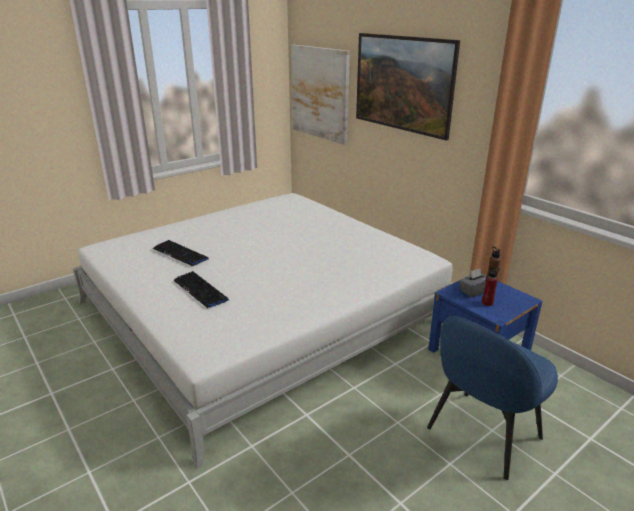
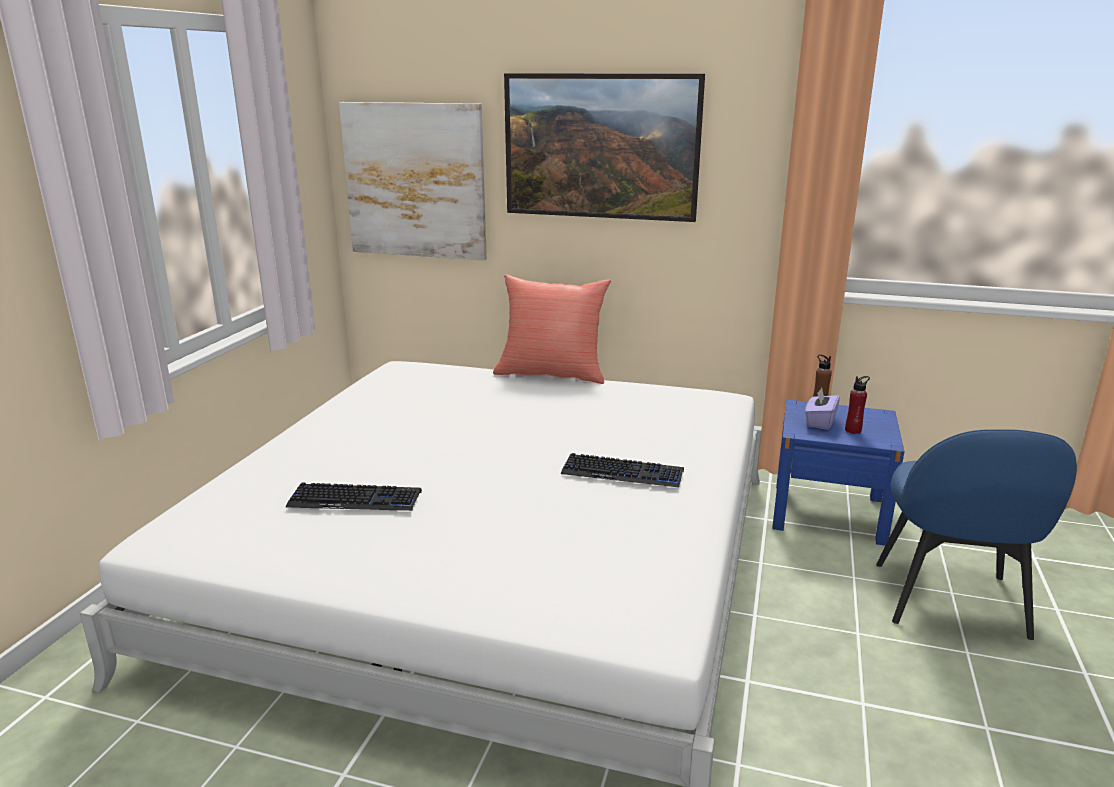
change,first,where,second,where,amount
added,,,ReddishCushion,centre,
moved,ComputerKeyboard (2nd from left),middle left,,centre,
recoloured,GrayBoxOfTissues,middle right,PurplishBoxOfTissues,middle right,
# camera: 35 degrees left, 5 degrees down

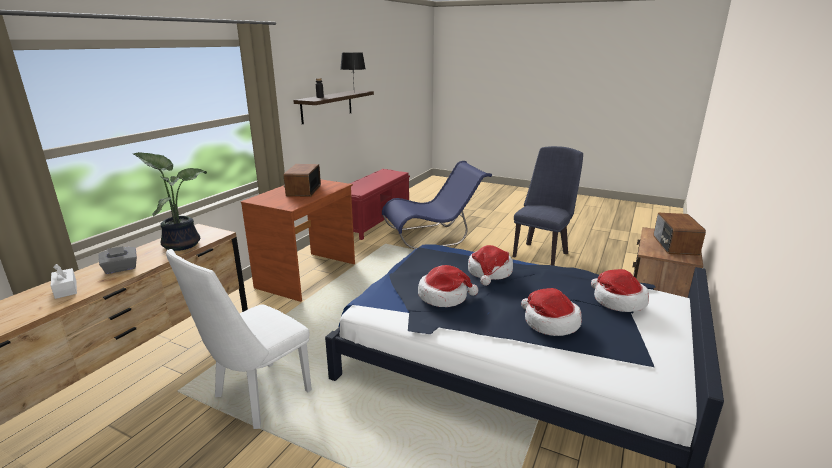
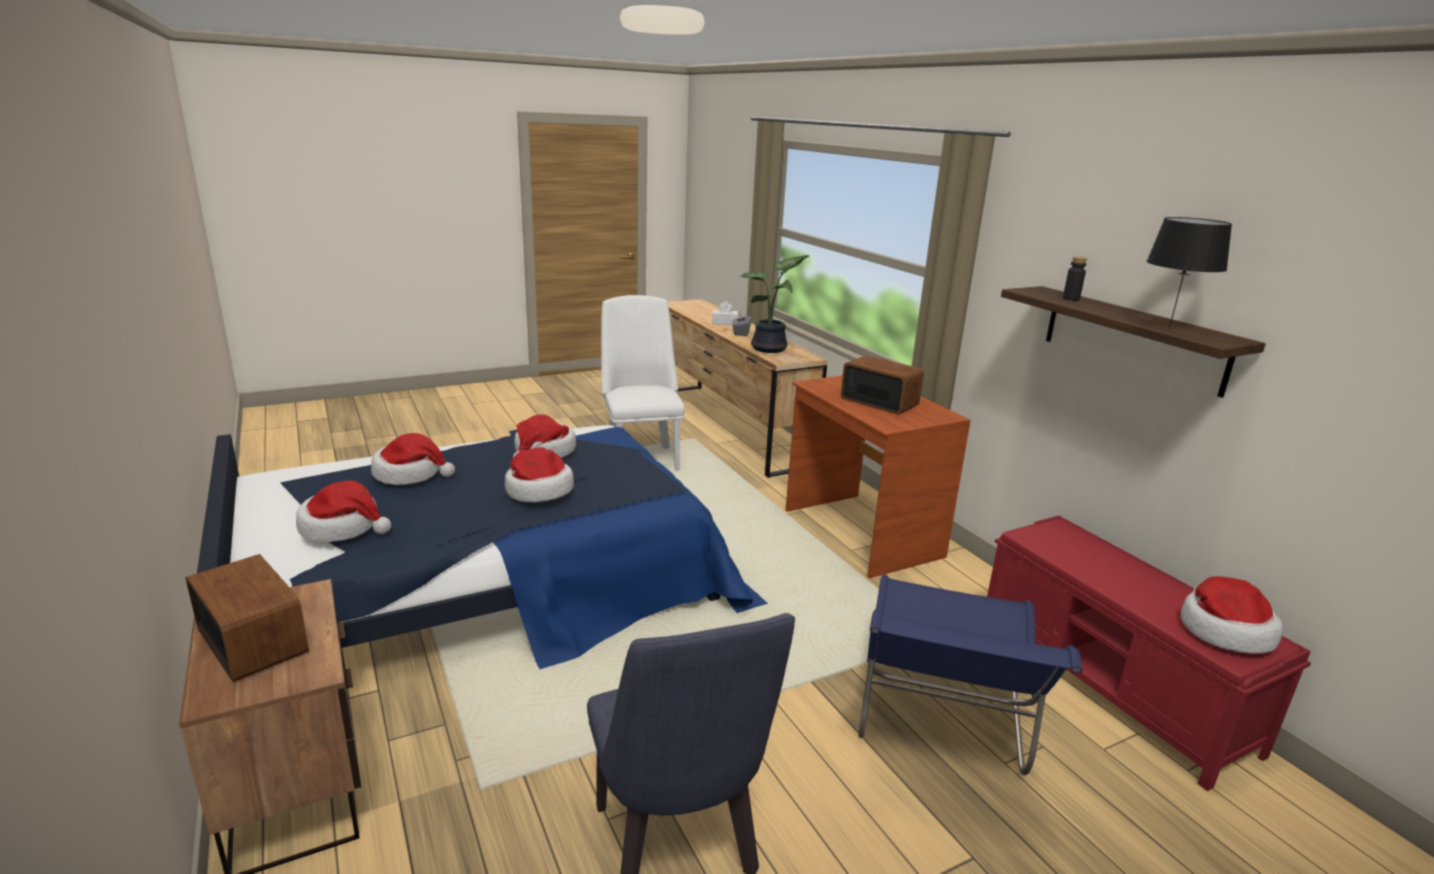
change,first,where,second,where,amount
added,,,WearableHat (5th from left),bottom right,
# camera: 125 degrees right, 0 degrees up

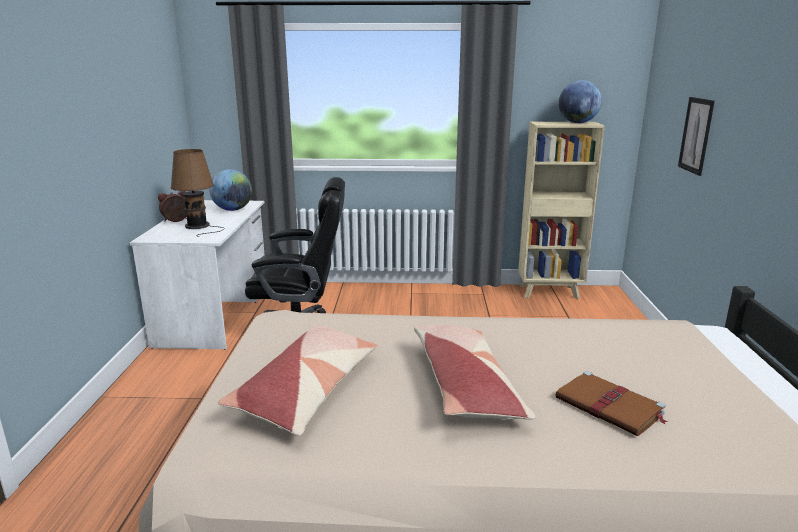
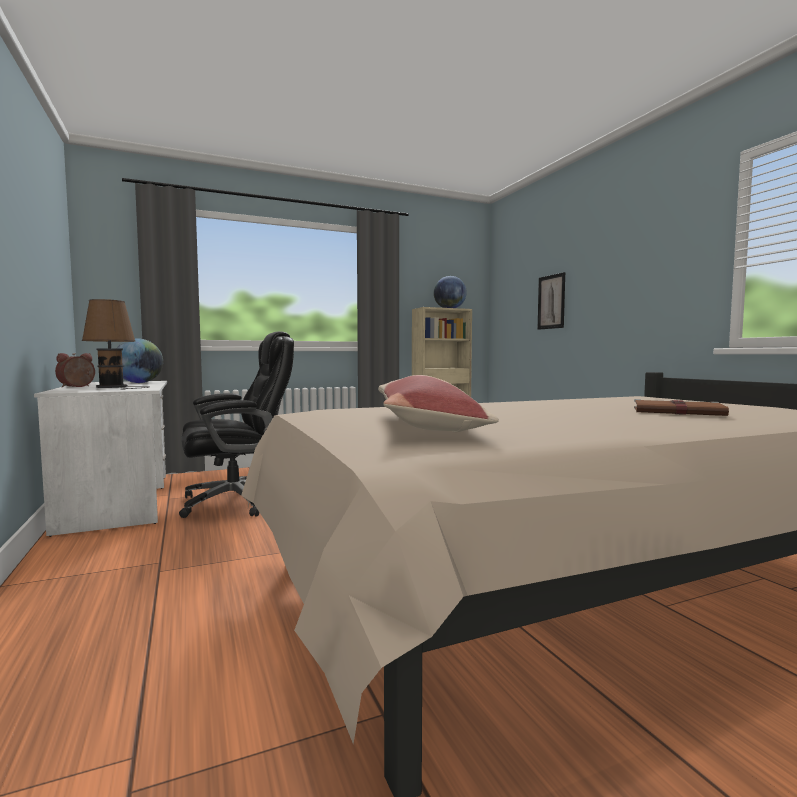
change,first,where,second,where,amount
removed,Cushion (2nd from left),bottom centre,,,
# camera: 25 degrees left, 15 degrees down

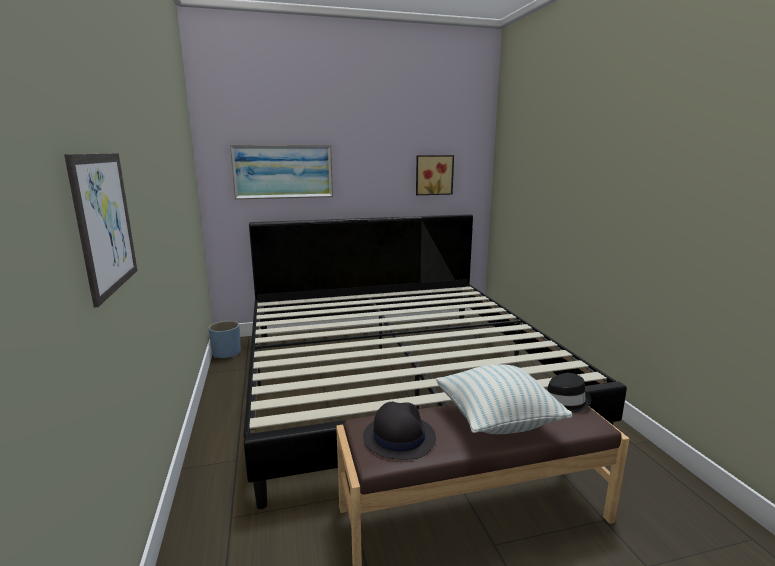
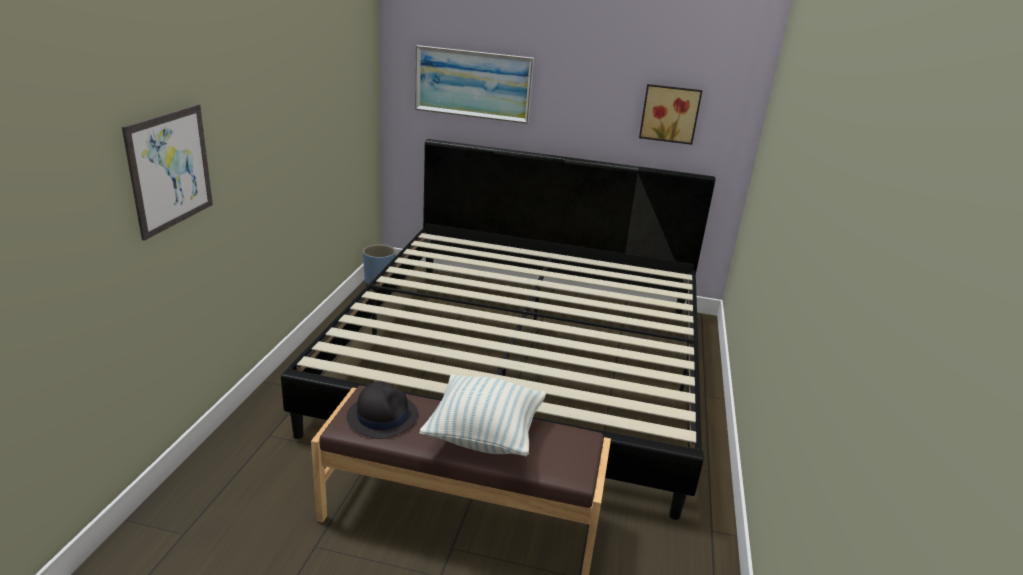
change,first,where,second,where,amount
removed,BlackColouredWearableHat (2nd from left),bottom right,,,
# camera: 25 degrees right, 10 degrees up

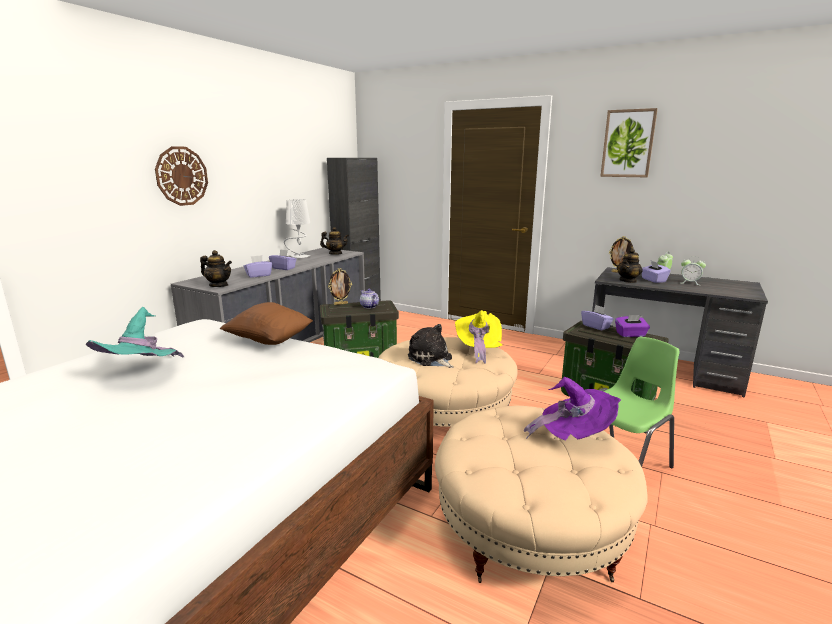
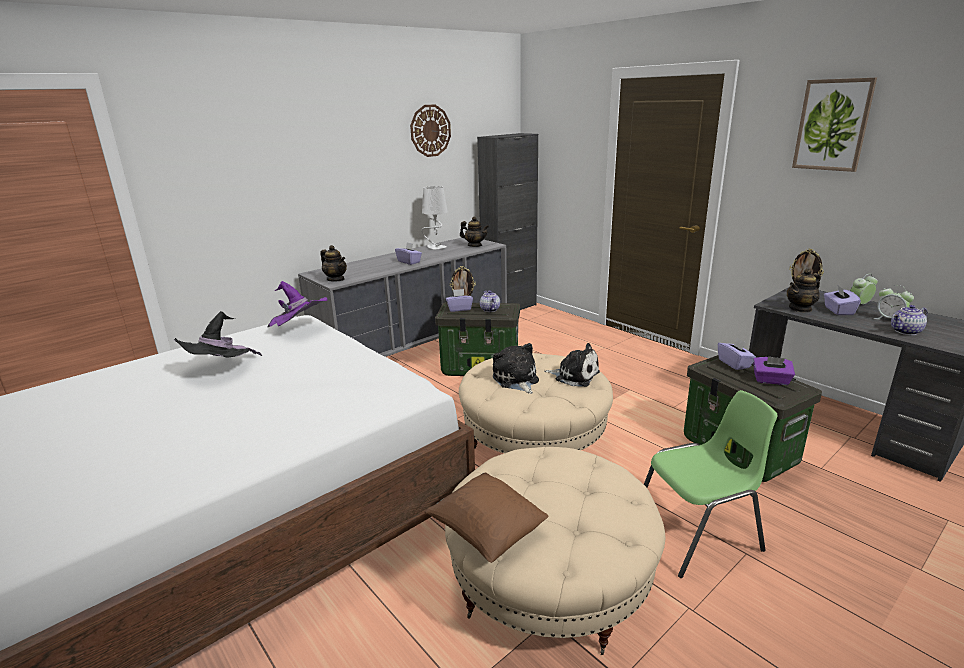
change,first,where,second,where,amount
added,,,Teapot (5th from left),middle right,
moved,WallClock,top left,,top centre,
moved,BrownColouredCushion,middle left,,bottom centre,
moved,PurplishBoxOfTissues (1st from left in the first image),middle left,PurplishBoxOfTissues (2nd from left),centre,
moved,PurplishWearableHat,middle right,,middle left,
replaced,YellowWearableHat,centre,PlushToy (2nd from left),centre,
recoloured,TurquoiseWearableHat,middle left,BlackColouredWearableHat,middle left,
# camera: 20 degrees right, 5 degrees up

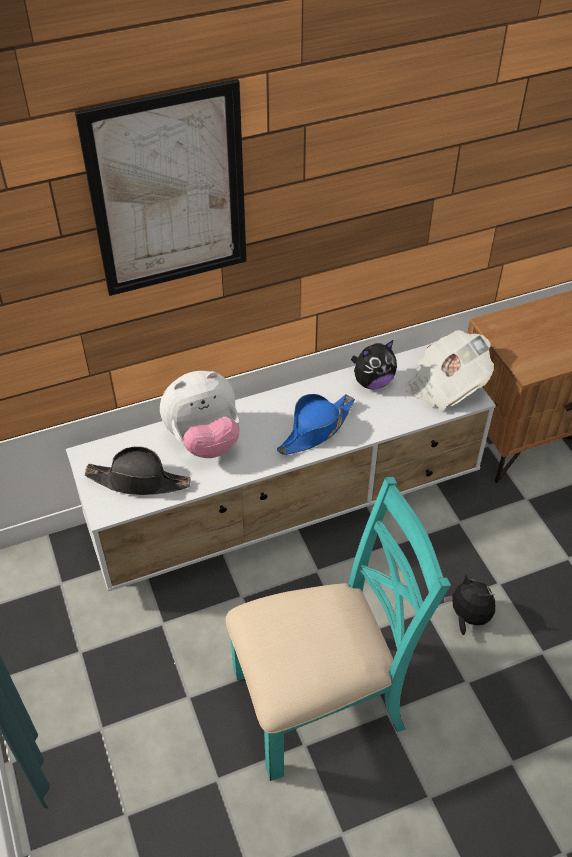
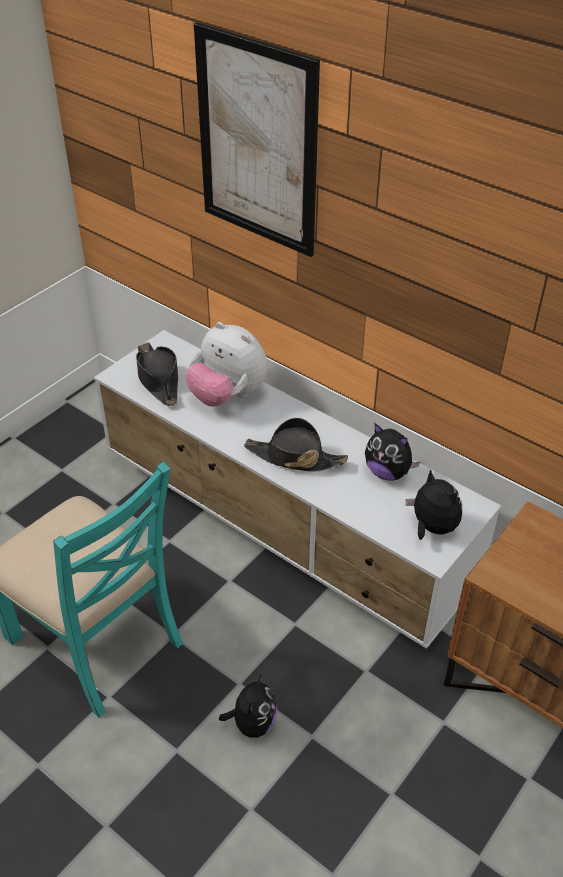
change,first,where,second,where,amount
replaced,Newspaper,middle right,PlushToy (4th from left),middle right,
recoloured,BlueColouredWearableHat,centre,BlackColouredWearableHat (2nd from left),centre,
# camera: 60 degrees right, 5 degrees down

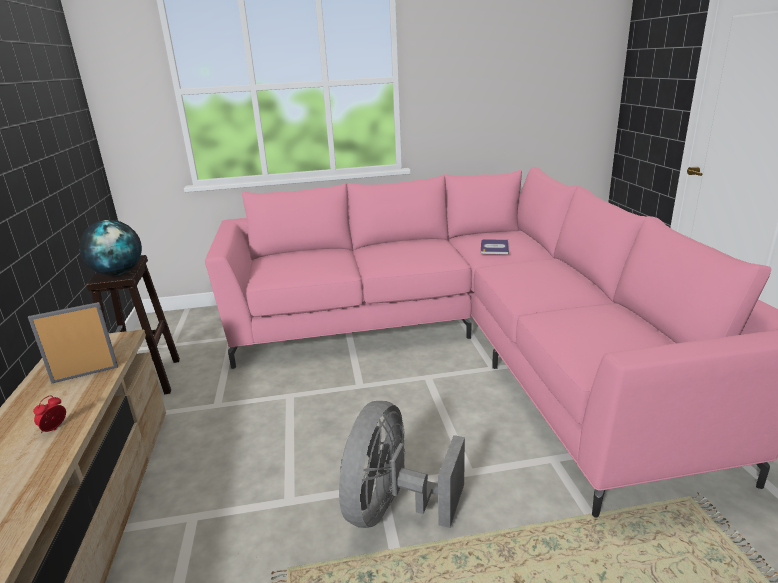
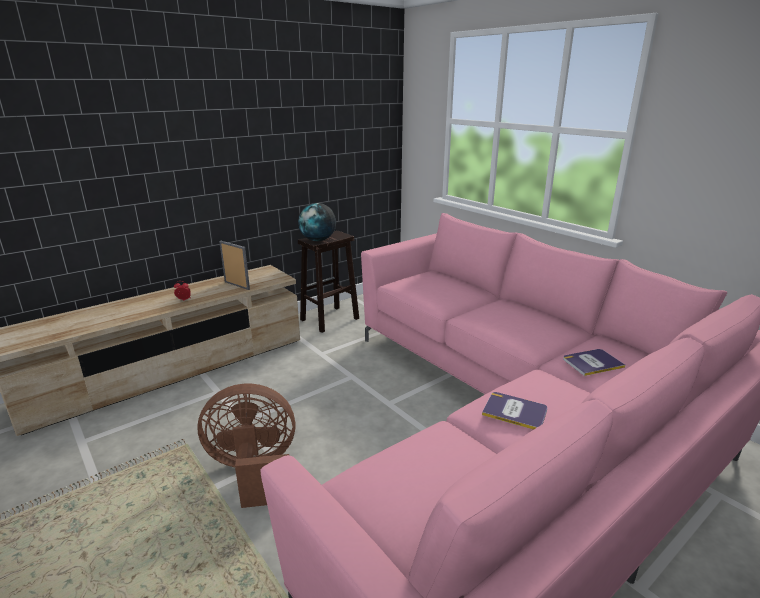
change,first,where,second,where,amount
added,,,Book (1st from left),bottom right,
recoloured,GrayCoolingFan,bottom centre,BrownColouredCoolingFan,bottom left,
# camera: 60 degrees right, 0 degrees up

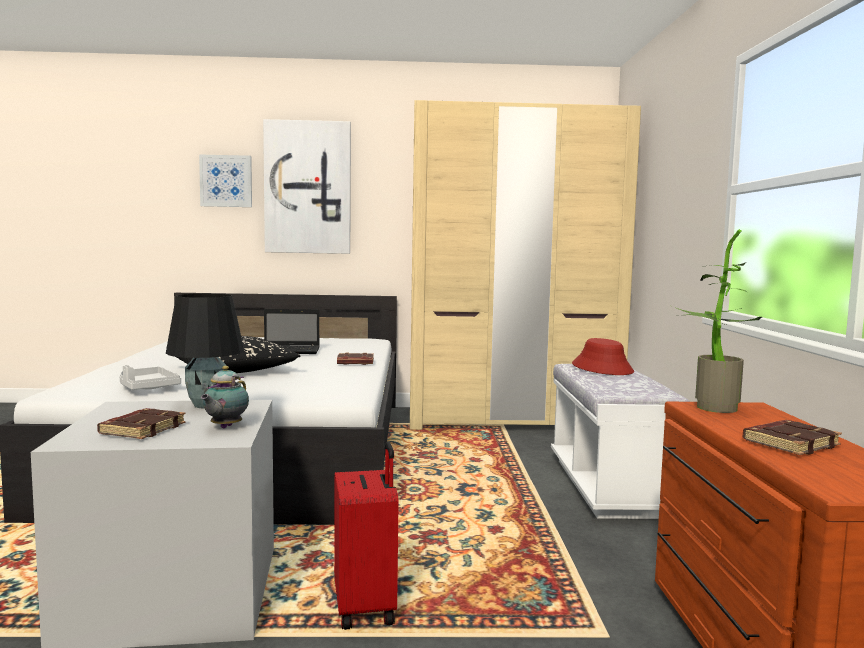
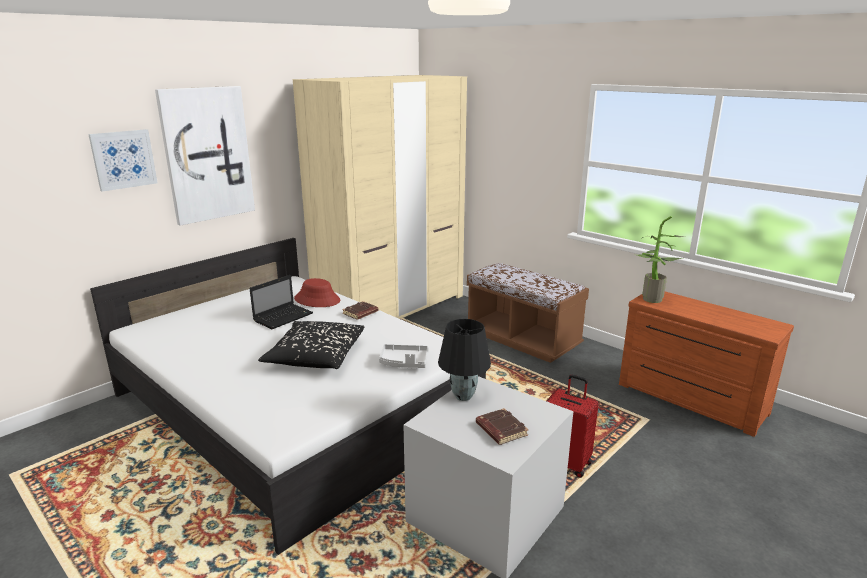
change,first,where,second,where,amount
removed,Teapot,middle left,,,
removed,BrownColouredBook (3rd from left),bottom right,,,
moved,GrayCarryingTray,middle left,,centre,
moved,ReddishWearableHat,middle right,,centre,
recoloured,WhiteColouredBench,bottom right,BrownColouredBench,centre,
# camera: 45 degrees left, 15 degrees up

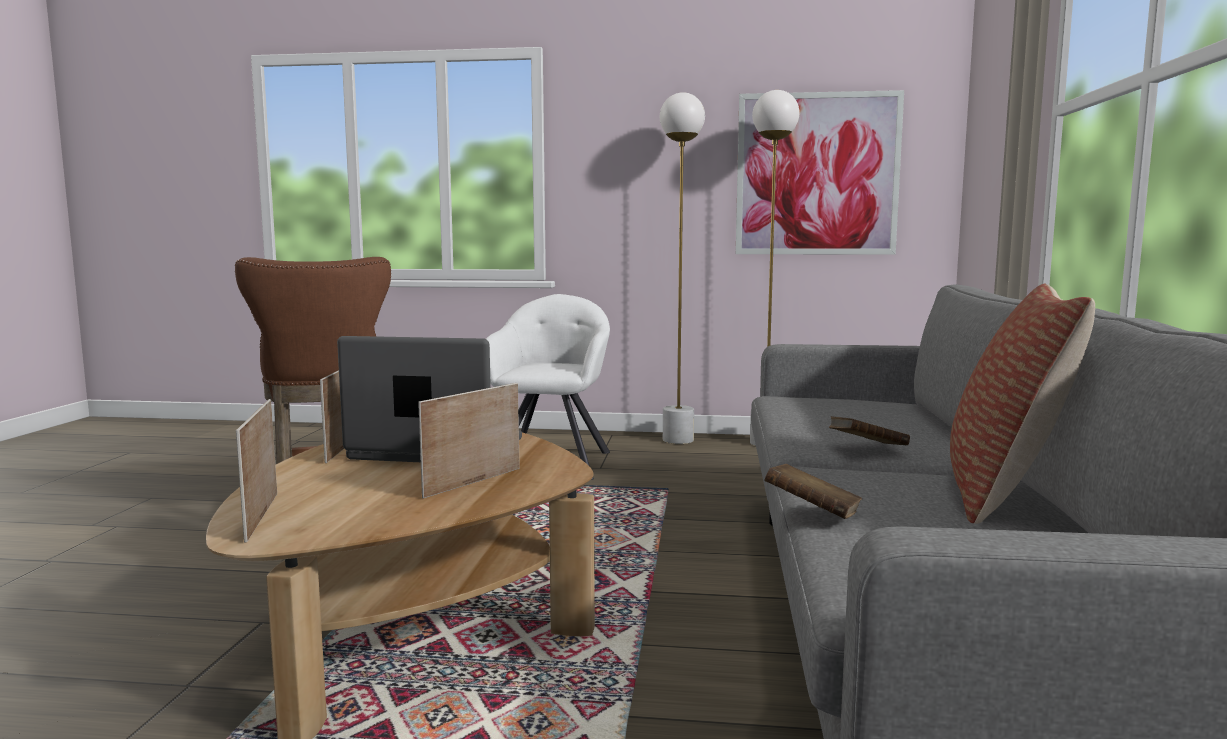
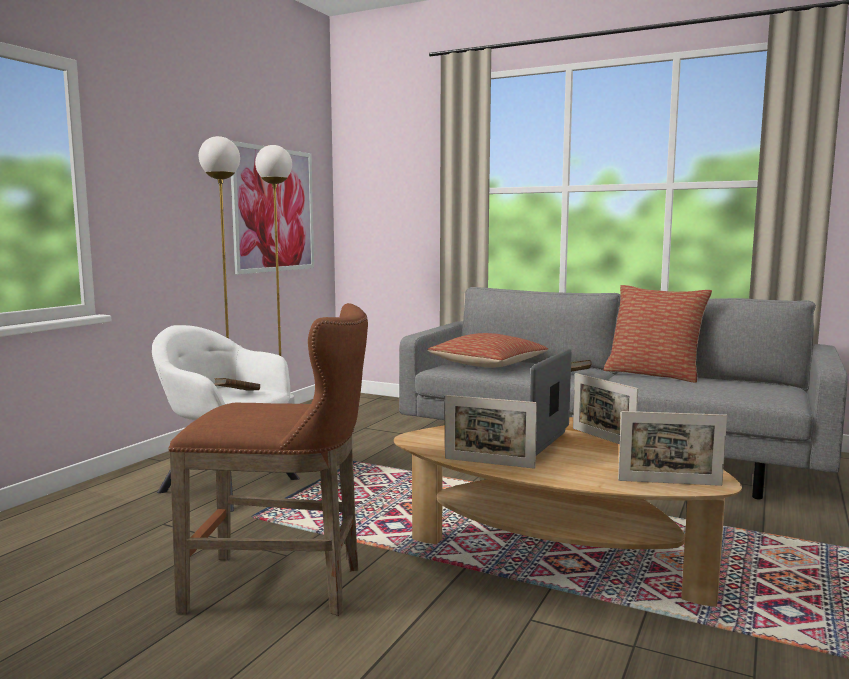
change,first,where,second,where,amount
added,,,Cushion (1st from left),centre,
moved,BrownColouredBook (1st from left),centre,,middle left,
# camera: 70 degrees left, 0 degrees up

